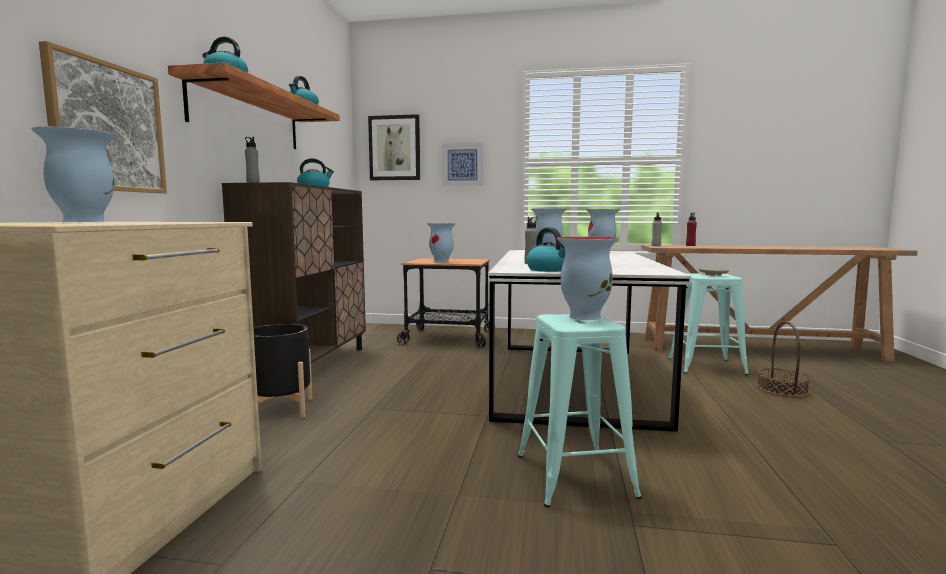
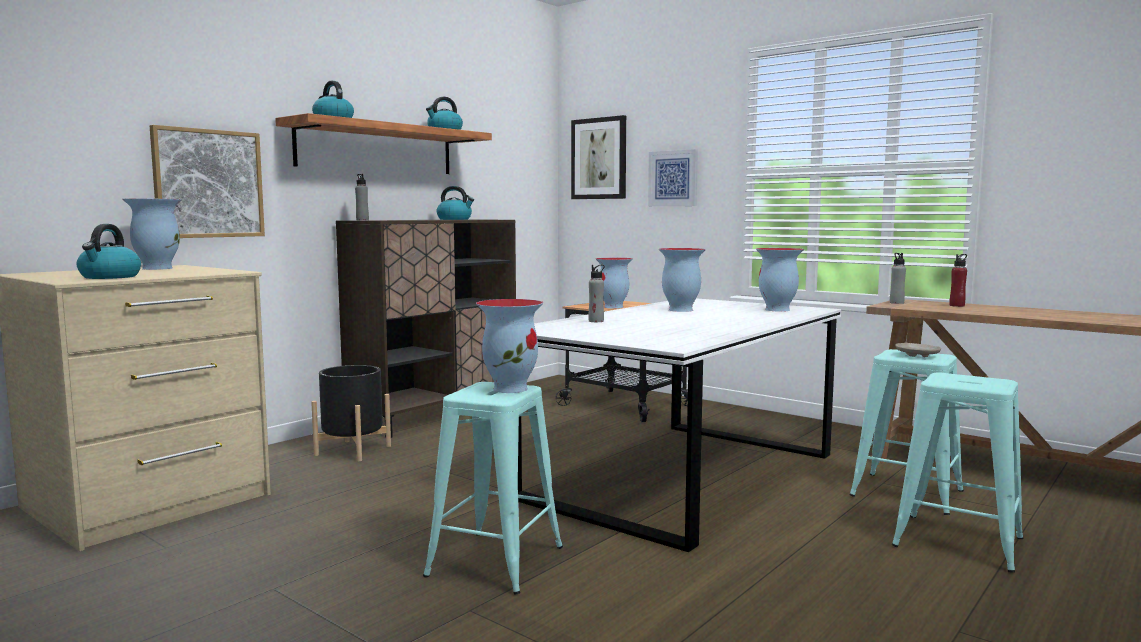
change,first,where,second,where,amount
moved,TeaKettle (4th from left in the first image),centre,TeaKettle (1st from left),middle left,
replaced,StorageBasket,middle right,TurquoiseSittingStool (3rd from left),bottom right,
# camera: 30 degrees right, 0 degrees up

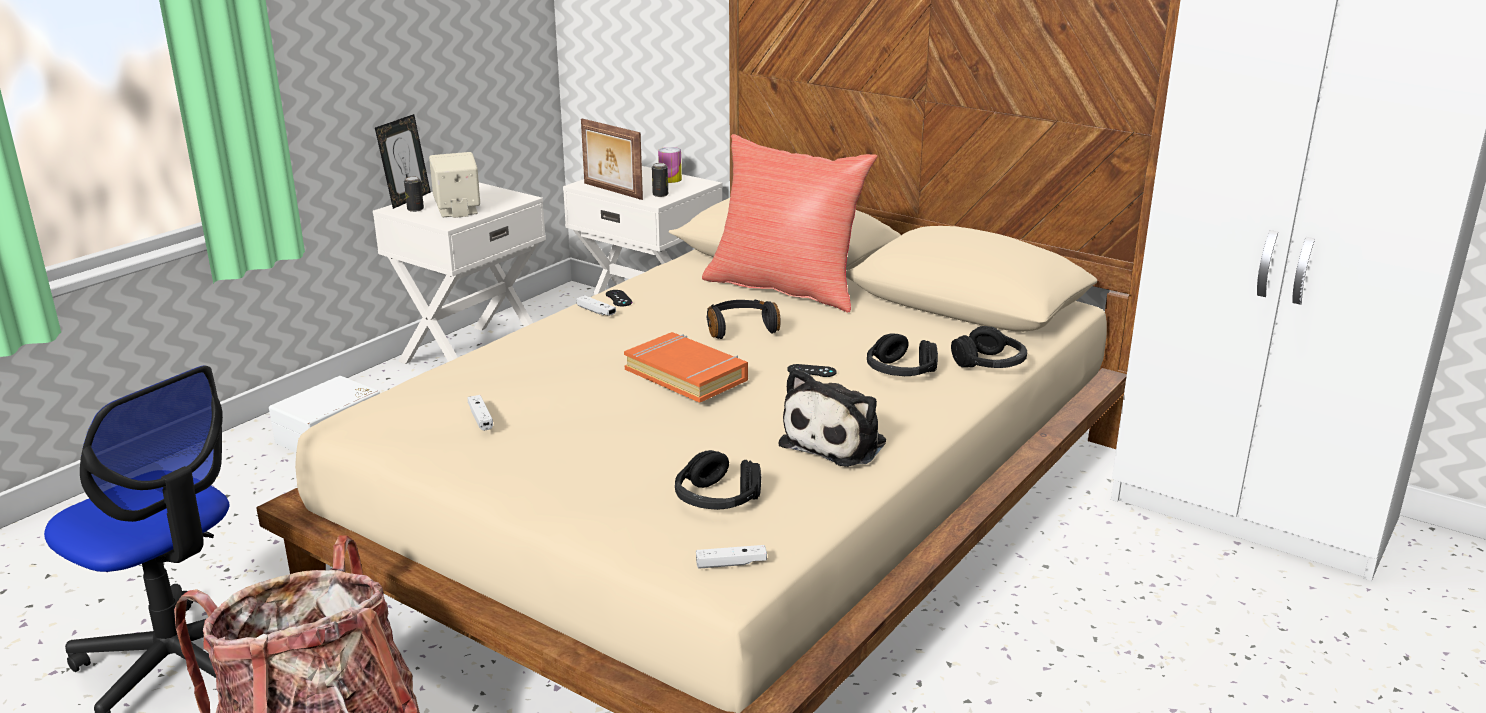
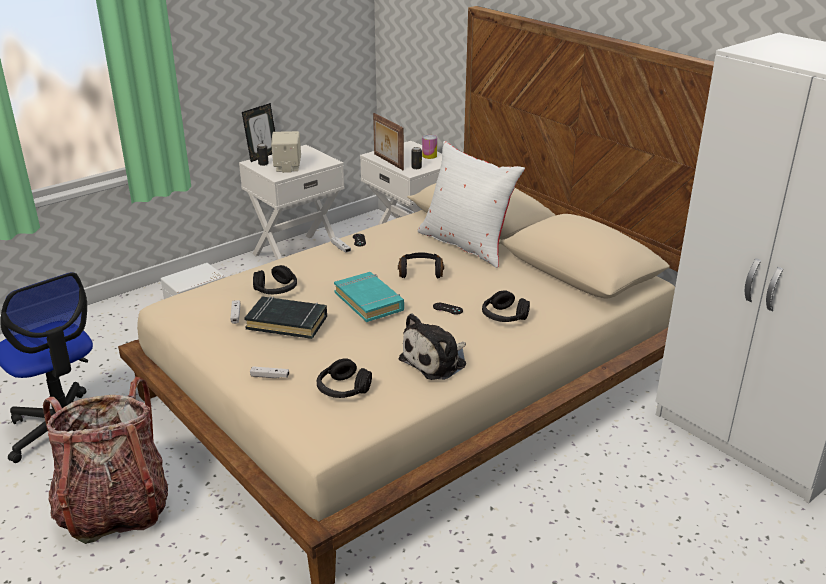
change,first,where,second,where,amount
added,,,BlackColouredBook,centre,
moved,WhiteColouredJoypad (3rd from left in the first image),bottom centre,WhiteColouredJoypad (2nd from left),middle left,
moved,BlackColouredHeadphones (4th from left in the first image),centre,BlackColouredHeadphones (1st from left),middle left,
recoloured,OrangeyBook,centre,TurquoiseBook,centre,
recoloured,ReddishCushion,top centre,WhiteColouredCushion,centre,
# camera: 15 degrees right, 5 degrees up

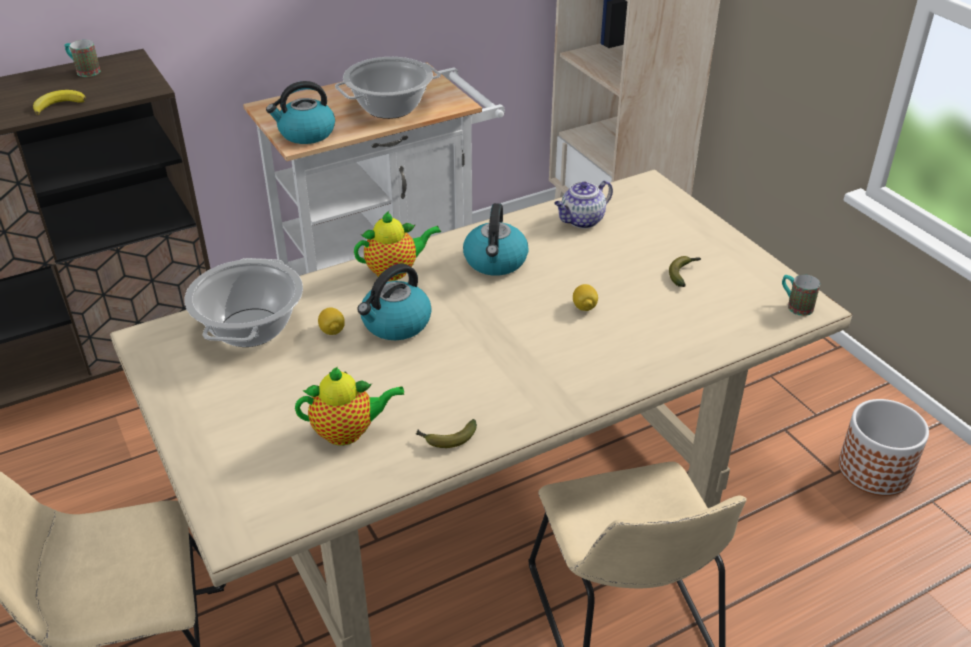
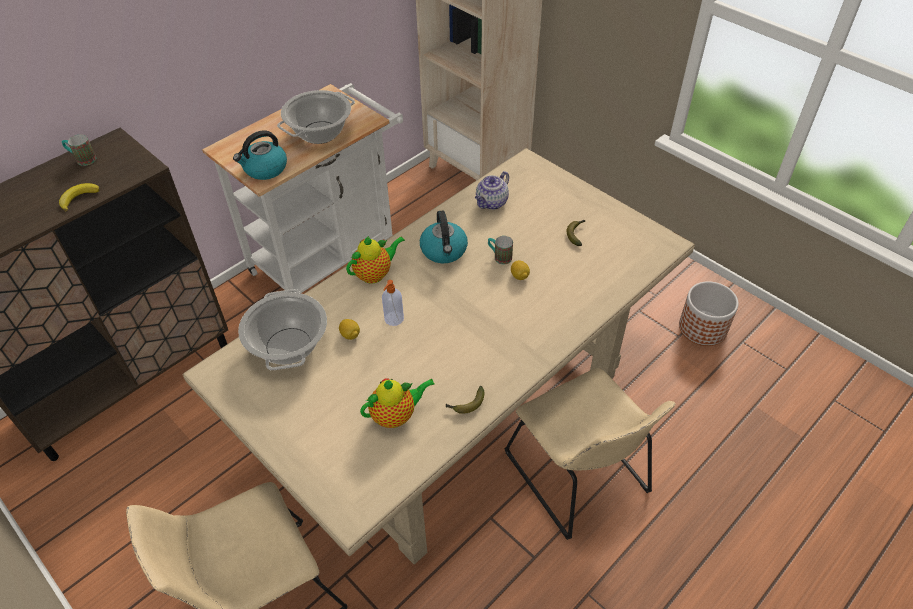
change,first,where,second,where,amount
moved,Mug (2nd from left),middle right,,centre,
replaced,TeaKettle (2nd from left),centre,SoapBottle,centre,
# camera: 15 degrees left, 10 degrees up

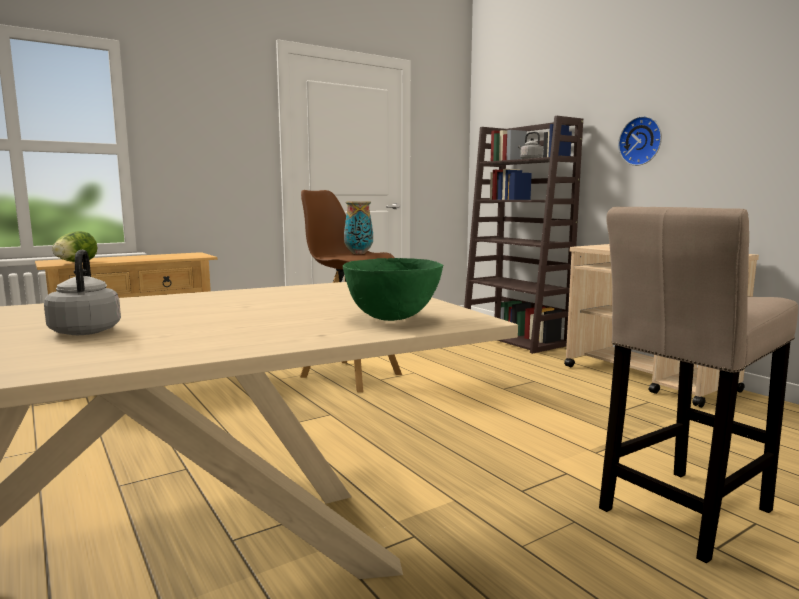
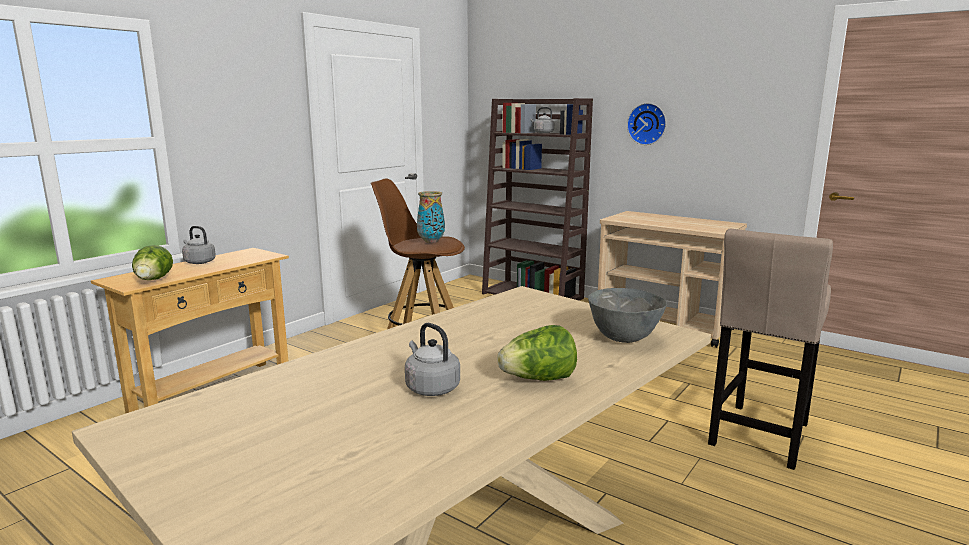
change,first,where,second,where,amount
added,,,GrayTeaKettle (1st from left),middle left,
added,,,HeadOfLettuce (2nd from left),centre,
recoloured,GreenColouredBowl,centre,GrayBowl,centre,
# camera: 20 degrees left, 5 degrees up

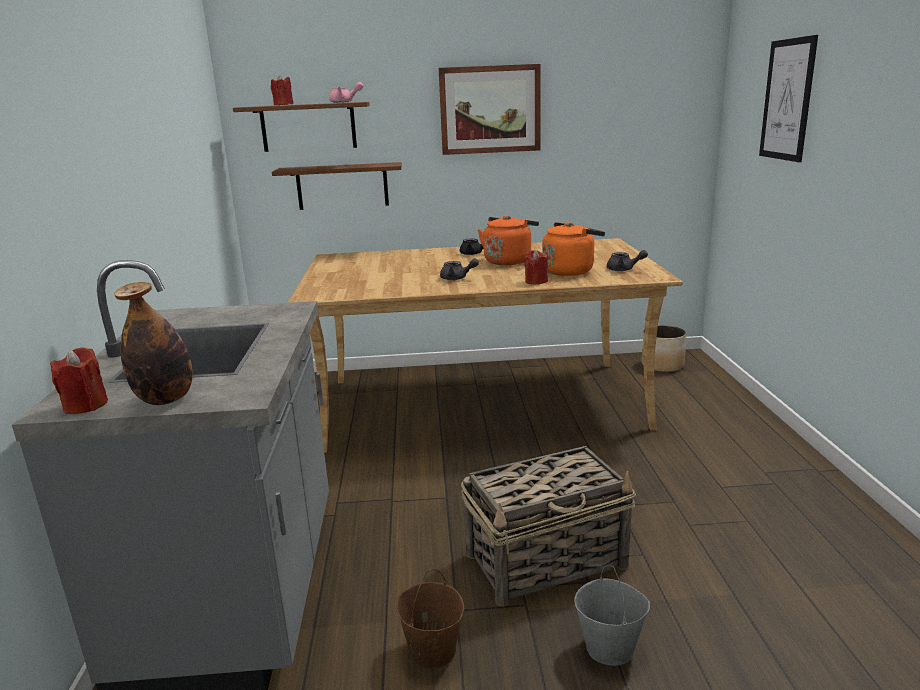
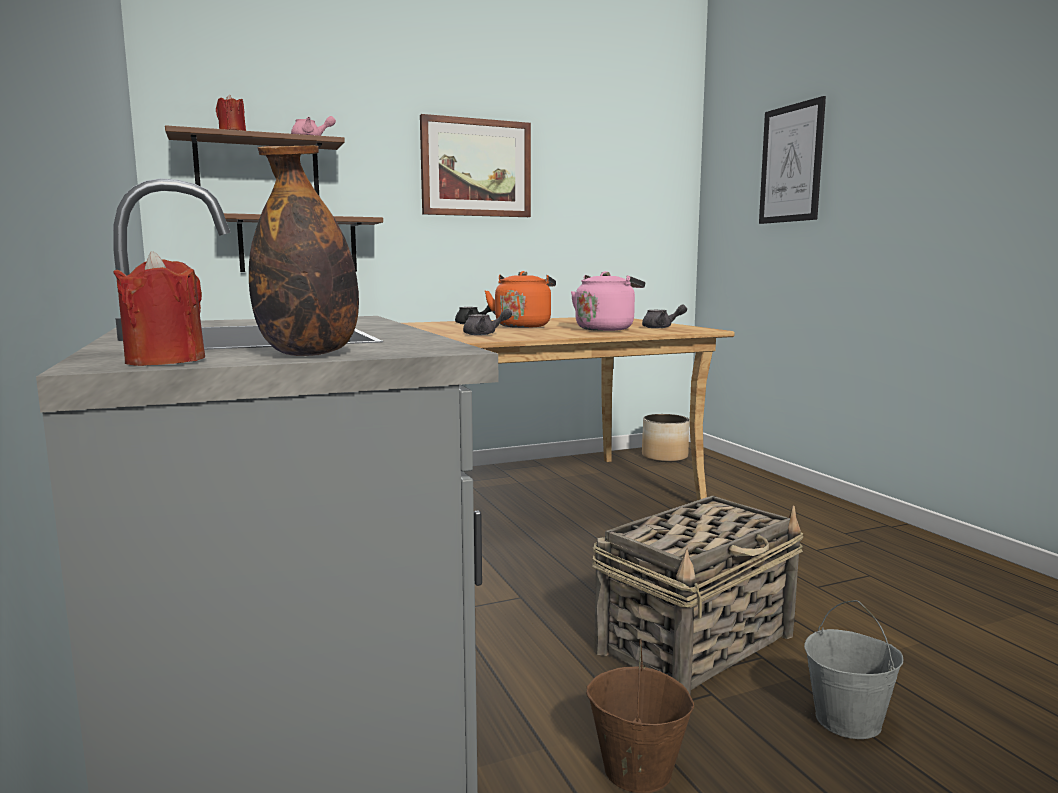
change,first,where,second,where,amount
removed,ReddishWaxCandle (3rd from left),centre,,,
recoloured,OrangeyTeaKettle (2nd from left),centre,PinkTeaKettle,centre,
# camera: 20 degrees left, 10 degrees down

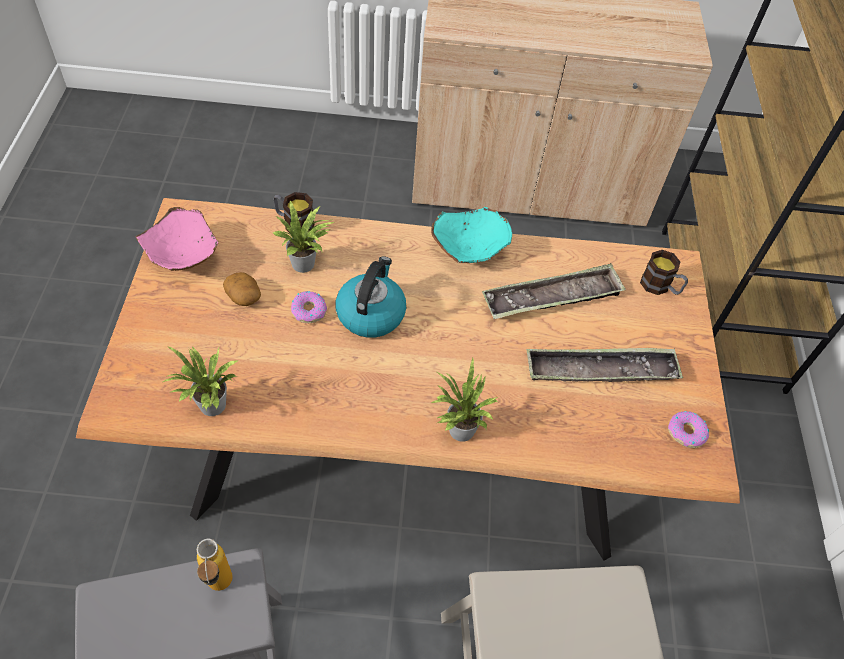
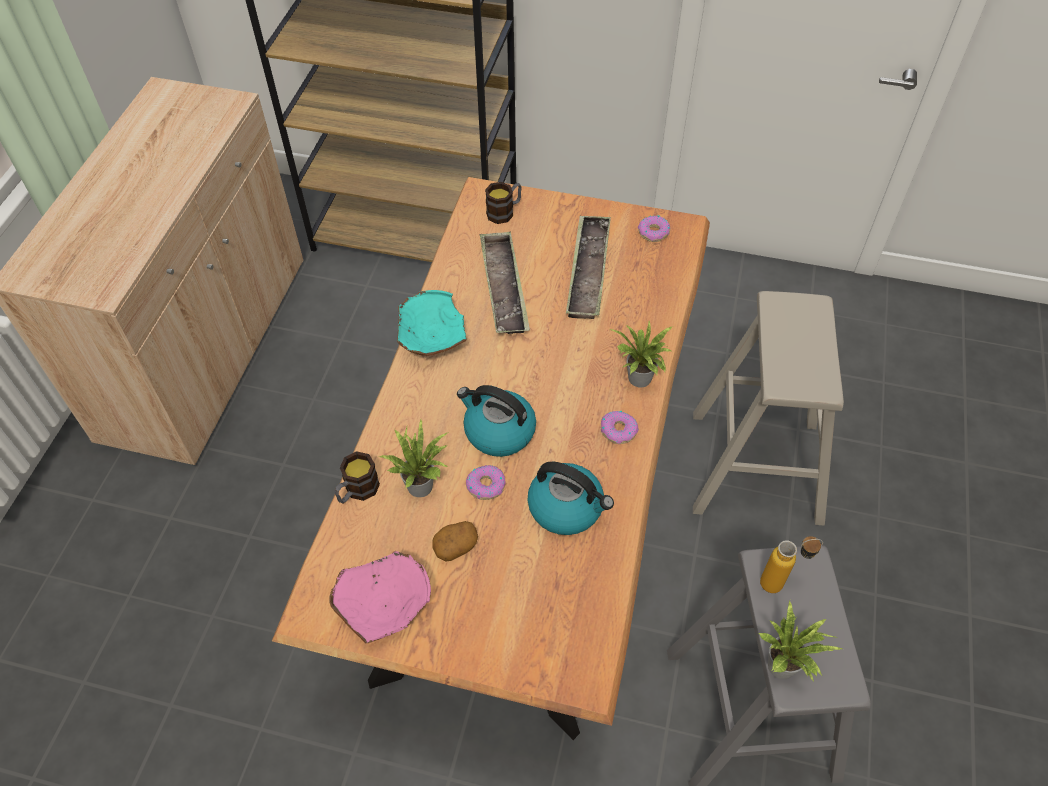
change,first,where,second,where,amount
added,,,TeaKettle (2nd from left),centre,
added,,,RingDoughnut (2nd from left),centre,
moved,Houseplant (1st from left in the first image),middle left,Houseplant (3rd from left),bottom right,
# camera: 75 degrees left, 0 degrees up

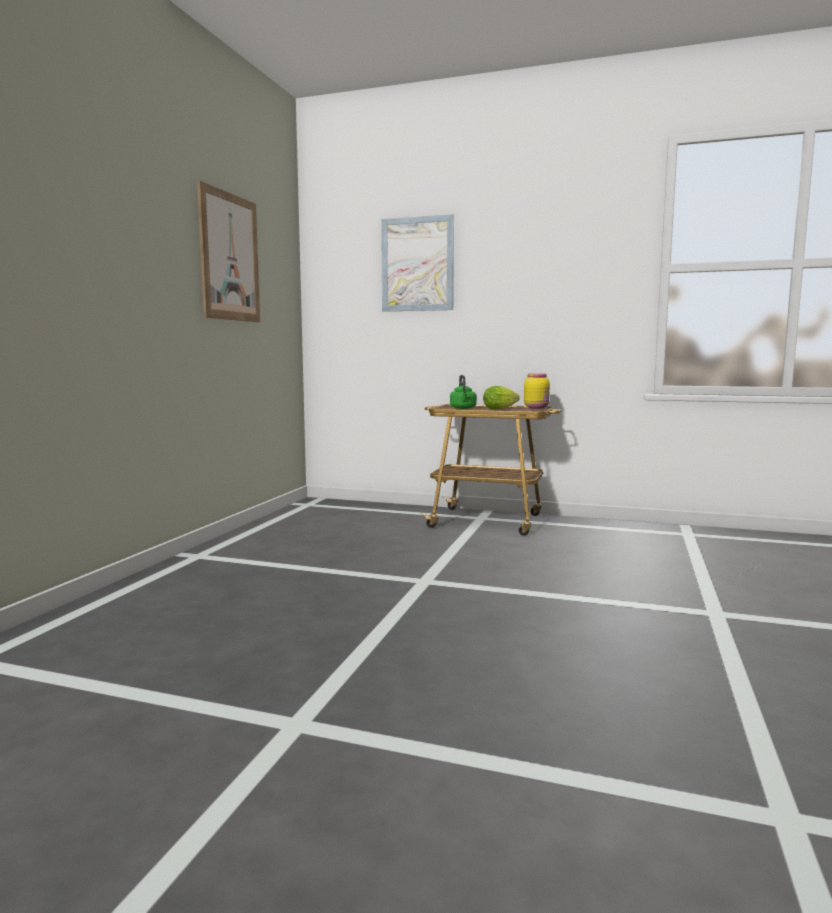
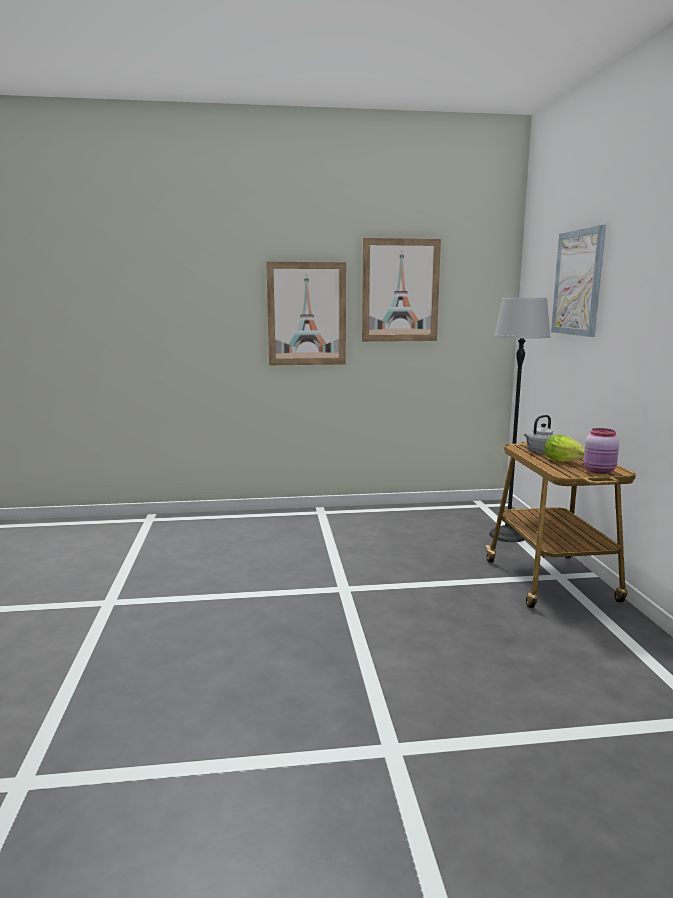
change,first,where,second,where,amount
added,,,WallPicture (1st from left),centre,
added,,,StandardLamp,middle right,
recoloured,GreenColouredTeaKettle,centre,GrayTeaKettle,middle right,
recoloured,YellowStorageJar,centre,PinkStorageJar,middle right,
# camera: 65 degrees right, 5 degrees up

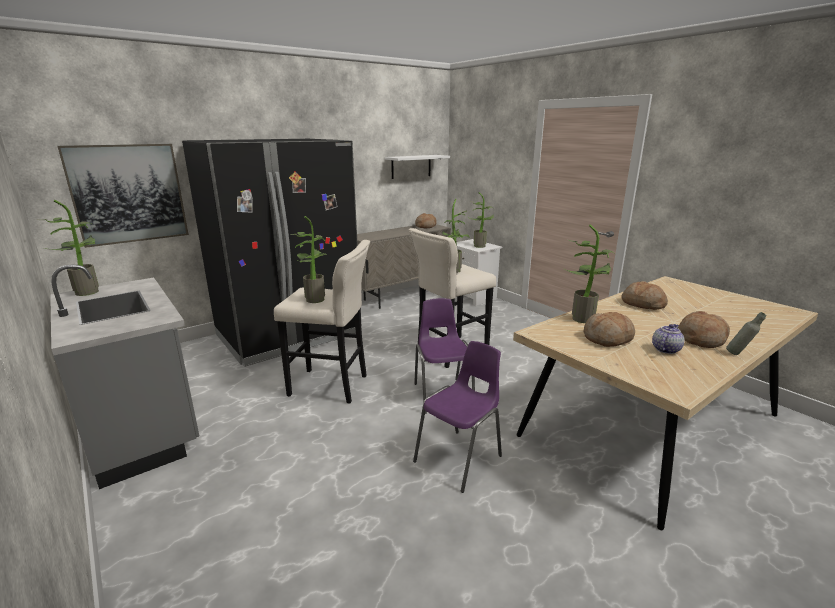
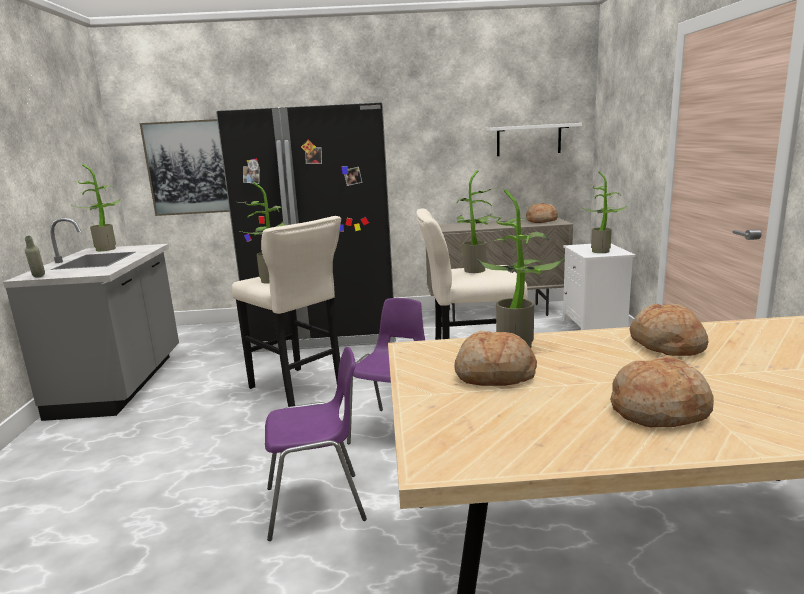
change,first,where,second,where,amount
removed,Teapot,middle right,,,
moved,GrayBeverageBottle,middle right,,middle left,
# camera: 35 degrees right, 5 degrees down

